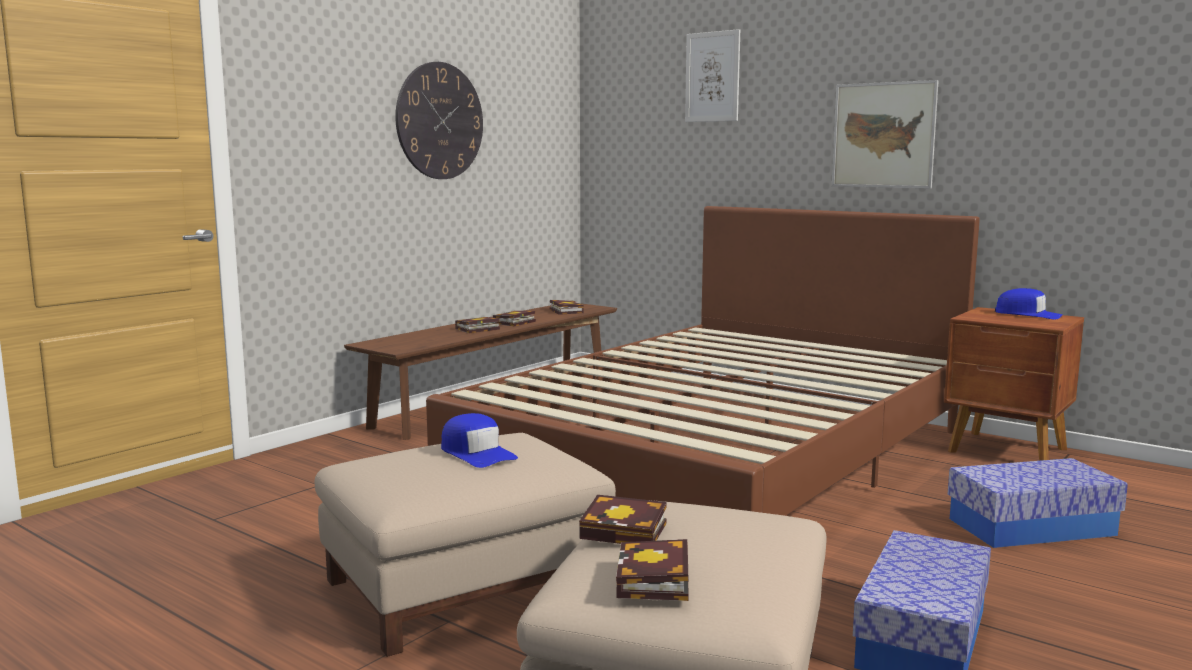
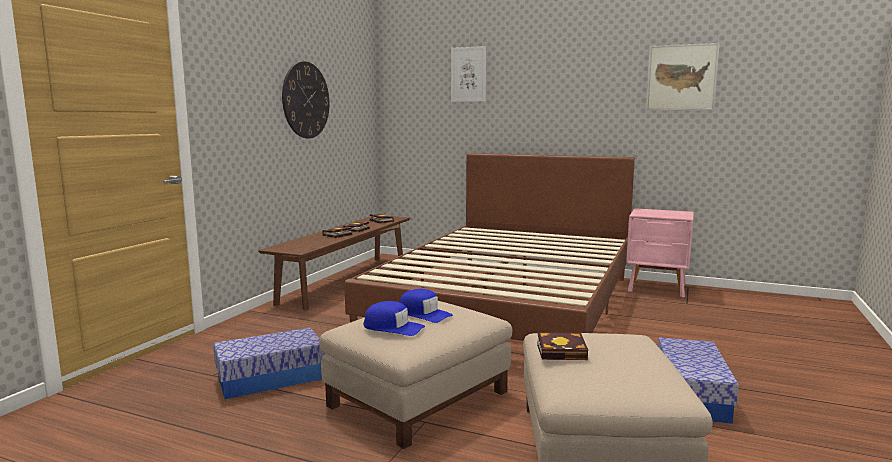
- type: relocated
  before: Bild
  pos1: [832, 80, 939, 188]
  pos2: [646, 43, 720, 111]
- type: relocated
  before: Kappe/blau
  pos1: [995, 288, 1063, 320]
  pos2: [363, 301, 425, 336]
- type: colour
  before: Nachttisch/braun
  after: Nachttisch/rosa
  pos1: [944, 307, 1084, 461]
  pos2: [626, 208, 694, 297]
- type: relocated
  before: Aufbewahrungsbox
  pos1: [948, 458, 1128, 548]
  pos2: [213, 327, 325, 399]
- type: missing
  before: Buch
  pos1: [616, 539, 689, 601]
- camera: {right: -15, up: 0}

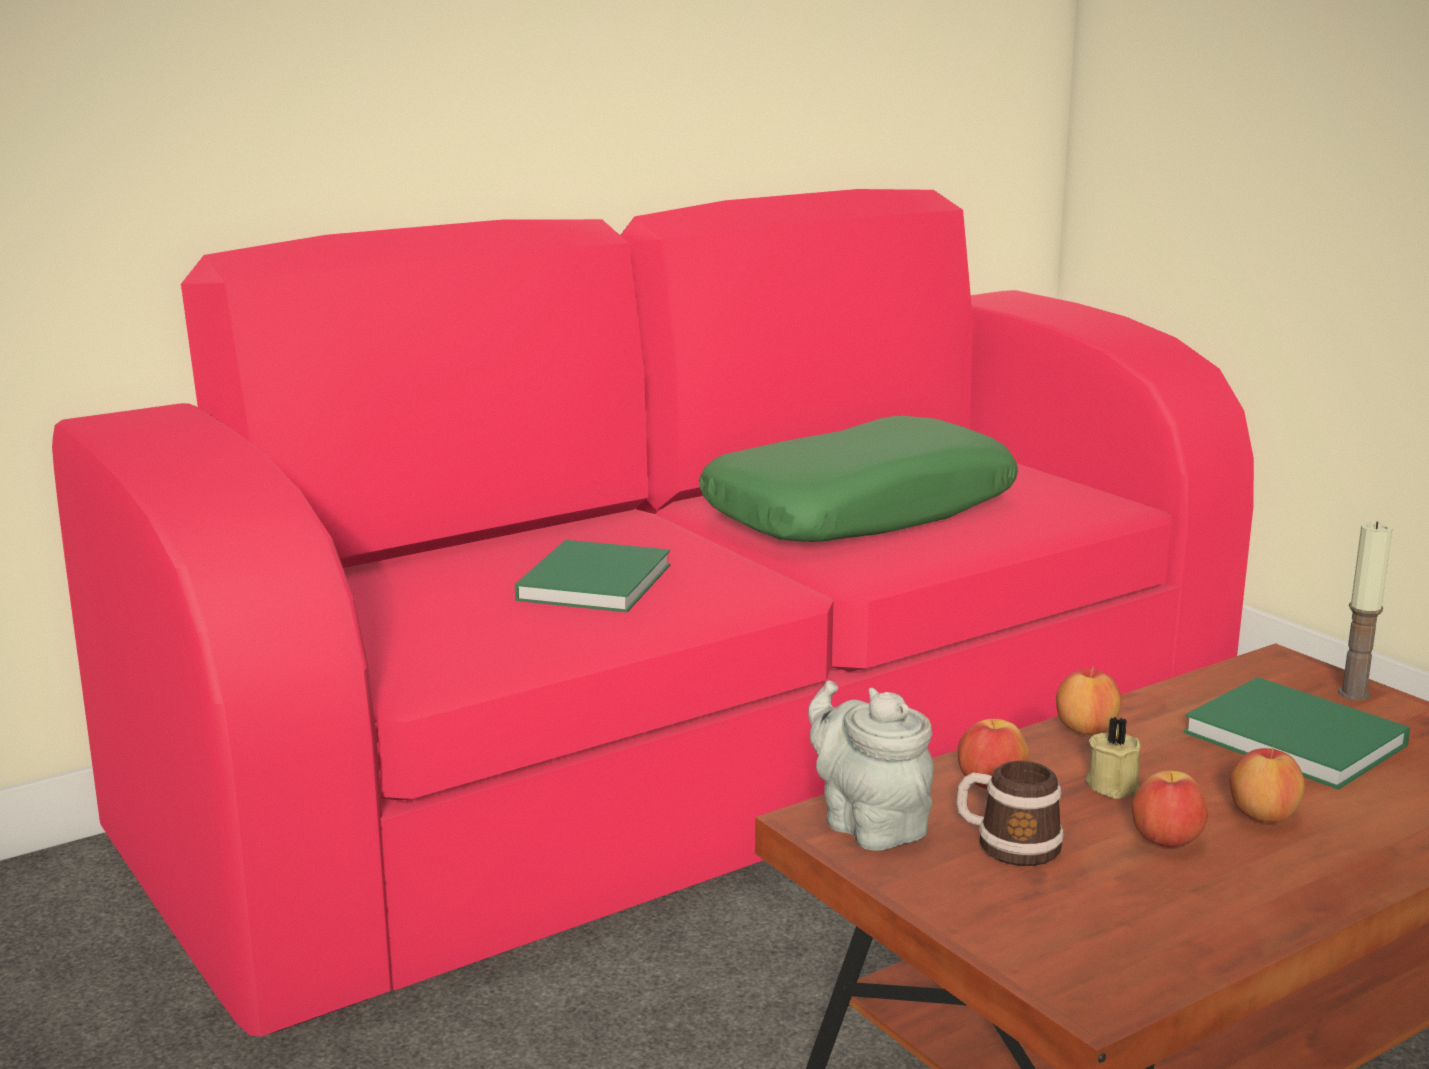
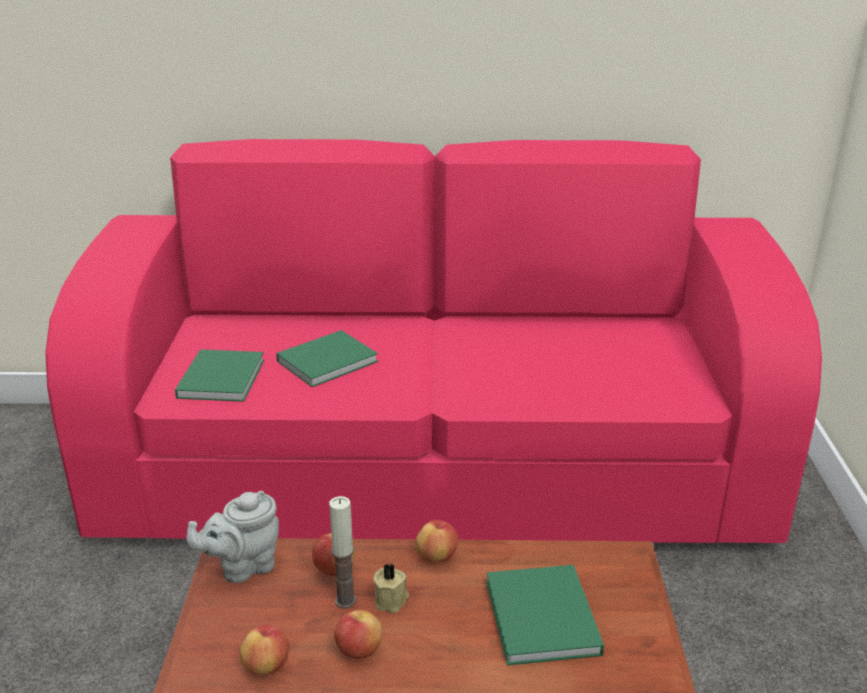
- type: missing
  before: Kissen/grün
  pos1: [699, 416, 1018, 542]
- type: relocated
  before: Kerze
  pos1: [1338, 521, 1392, 700]
  pos2: [329, 496, 357, 609]
- type: spun
  before: Teekanne/grau
  pos1: [808, 680, 934, 851]
  pos2: [186, 491, 279, 583]
  turn: -120
- type: relocated
  before: Apfel
  pos1: [1230, 746, 1305, 822]
  pos2: [240, 625, 290, 675]
- type: missing
  before: Henkelbecher
  pos1: [956, 761, 1064, 866]
- type: appeared
  after: Buch/grün
  pos2: [175, 349, 264, 402]
- camera: {right: 35, up: 10}

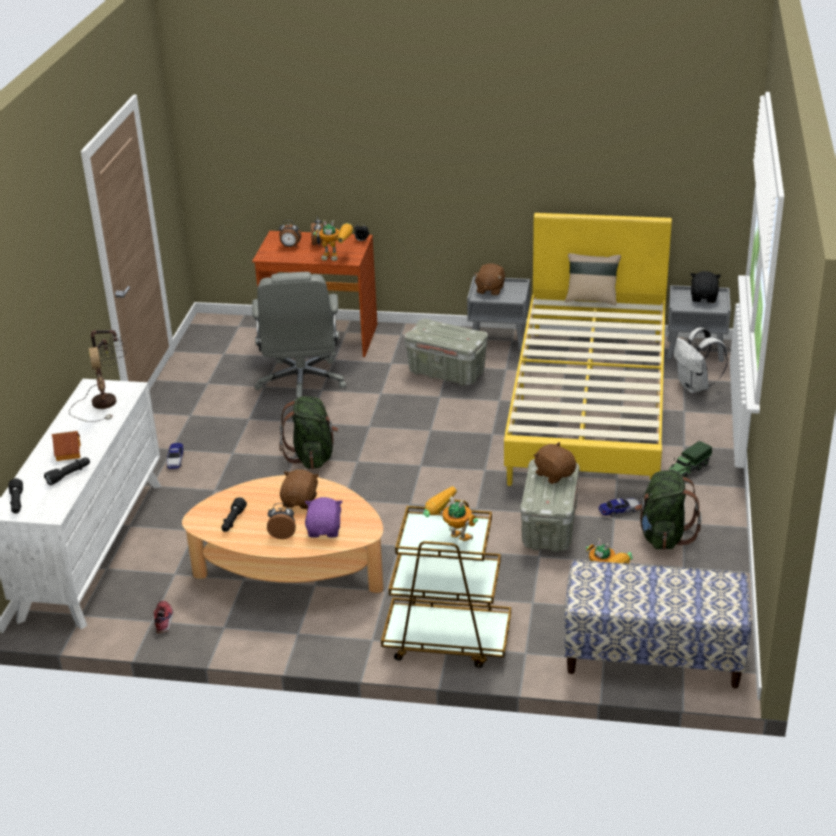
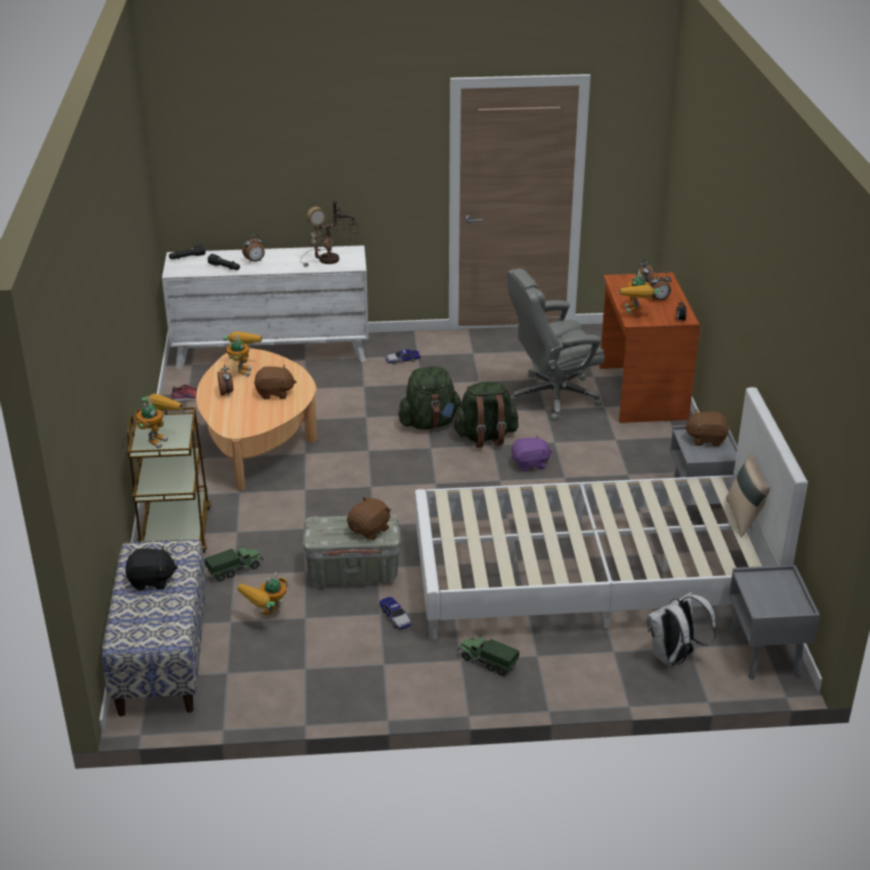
- type: colour
  before: Bett/gelb
  after: Bett/weiß
  pos1: [504, 213, 672, 486]
  pos2: [415, 387, 808, 639]
- type: relocated
  before: Plüschtier/schwarz
  pos1: [691, 271, 721, 303]
  pos2: [125, 545, 178, 590]
- type: missing
  before: Aufbewahrungsbox/grau
  pos1: [404, 319, 488, 386]
- type: exchanged
  before: Spielzeughaus
  after: Wecker
  pos1: [52, 431, 81, 461]
  pos2: [242, 234, 265, 262]
- type: relocated
  before: Rucksack/grün
  pos1: [635, 470, 702, 550]
  pos2: [452, 382, 518, 448]
- type: exchanged
  before: Taschenlampe/schwarz
  after: Spielzeugroboter
  pos1: [221, 497, 247, 532]
  pos2: [223, 331, 262, 377]
- type: relocated
  before: Plüschtier/lila
  pos1: [305, 497, 343, 538]
  pos2: [511, 435, 552, 471]
- type: appeared
  after: Spielzeuglaster
  pos2: [205, 547, 263, 582]
- camera: {right: 75, up: 0}

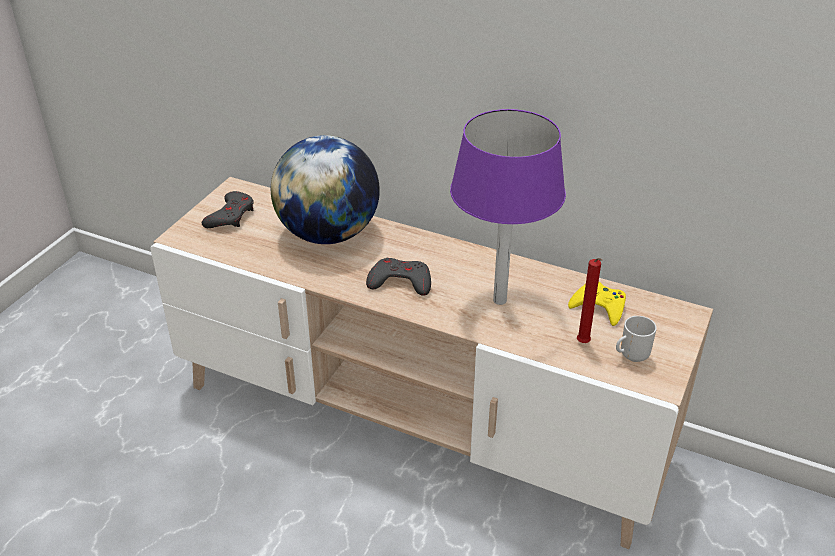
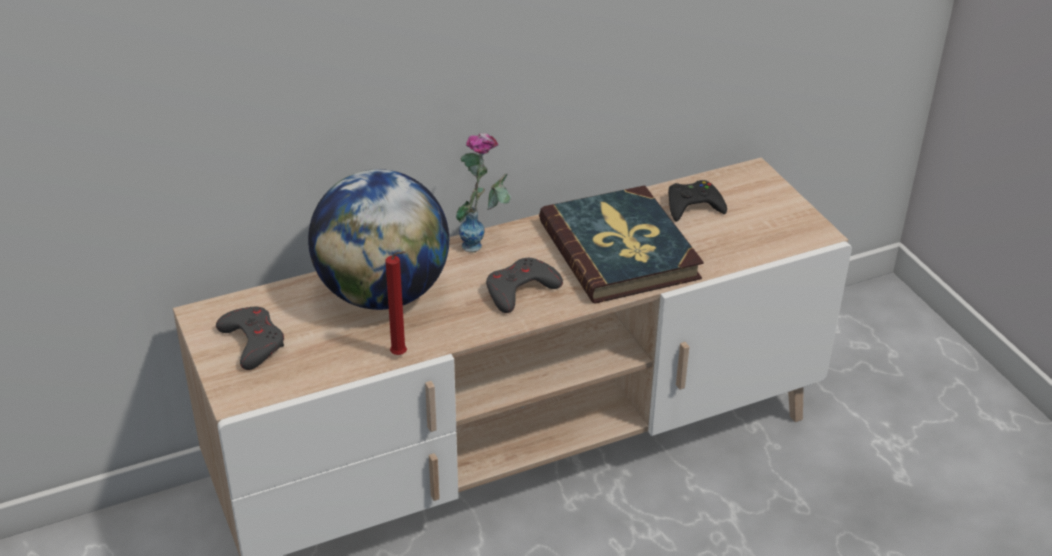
- type: exchanged
  before: Tischlampe/lila
  after: Buch
  pos1: [450, 109, 566, 305]
  pos2: [539, 185, 704, 304]
- type: relocated
  before: Kerze/rot
  pos1: [577, 258, 602, 343]
  pos2: [385, 251, 407, 355]
- type: colour
  before: Gamepad/gelb
  after: Gamepad/schwarz
  pos1: [568, 282, 626, 326]
  pos2: [668, 180, 727, 222]
- type: missing
  before: Henkelbecher
  pos1: [616, 316, 657, 362]
- type: appeared
  after: Vase
  pos2: [456, 133, 511, 252]
- camera: {right: -50, up: 0}

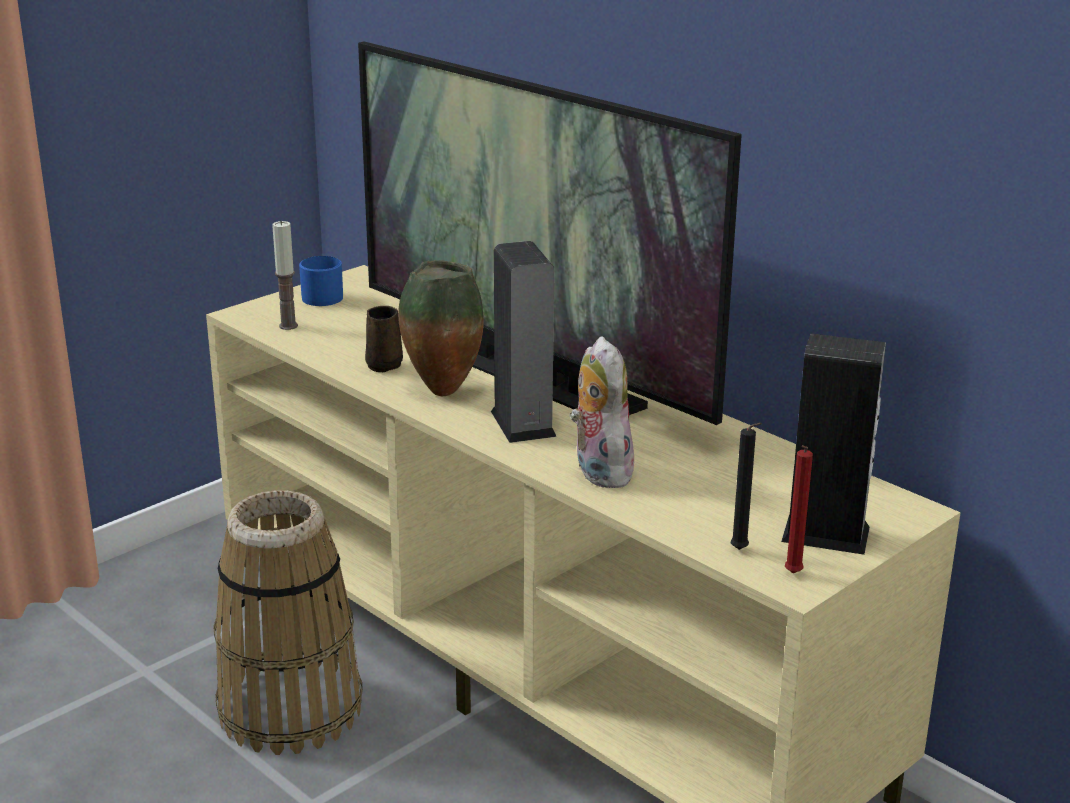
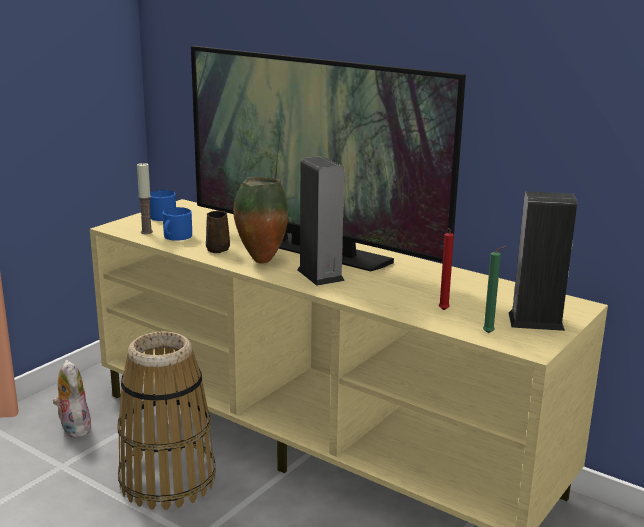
- type: relocated
  before: Plüschtier
  pos1: [570, 336, 637, 488]
  pos2: [53, 360, 93, 438]
- type: colour
  before: Kerze/schwarz
  after: Kerze/grün
  pos1: [731, 423, 762, 550]
  pos2: [483, 246, 506, 333]
- type: relocated
  before: Kerze/rot
  pos1: [785, 445, 813, 573]
  pos2: [439, 228, 454, 310]
- type: appeared
  after: Henkelbecher/blau
  pos2: [163, 207, 192, 241]
- camera: {right: -10, up: -5}

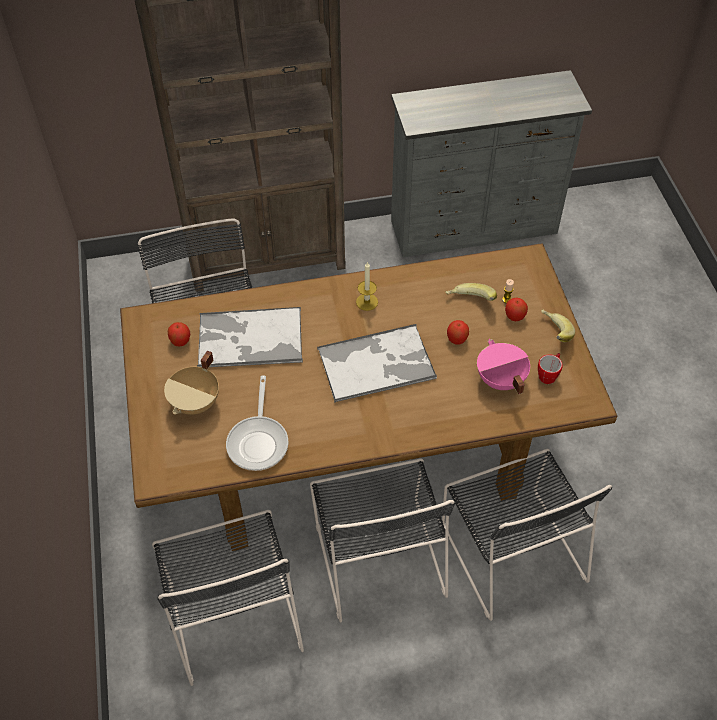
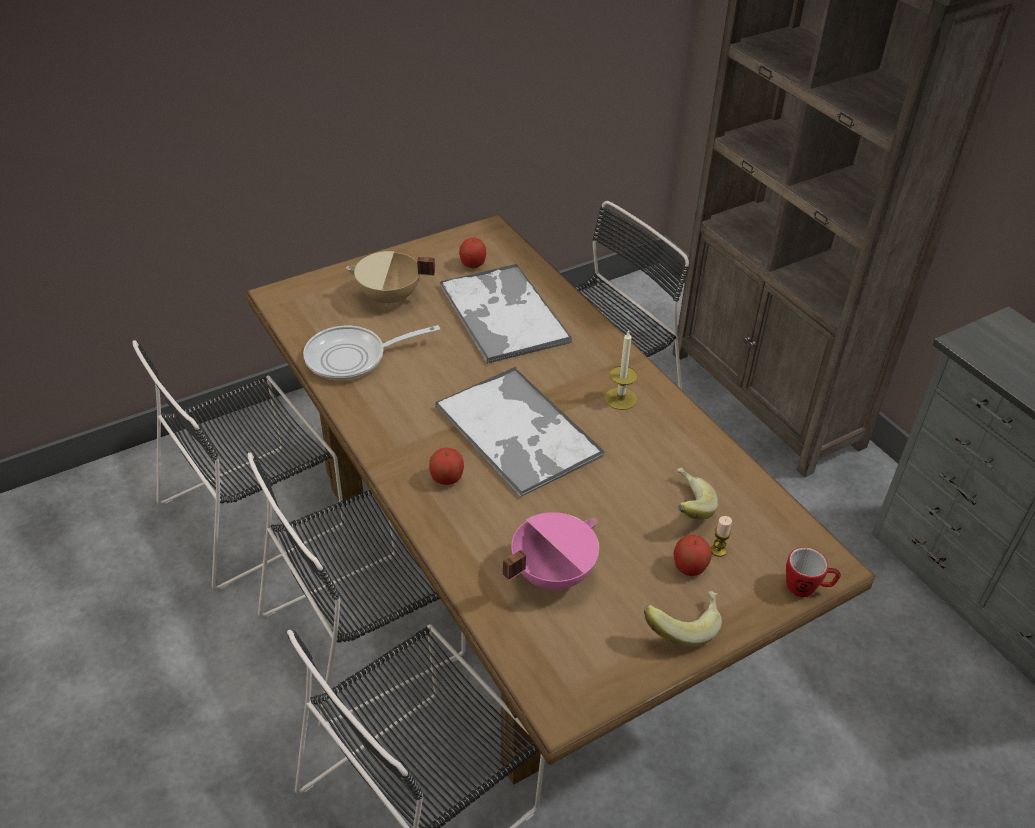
- type: relocated
  before: Apfel
  pos1: [447, 320, 469, 345]
  pos2: [429, 448, 464, 485]
- type: relocated
  before: Henkelbecher
  pos1: [538, 353, 563, 384]
  pos2: [786, 547, 841, 597]
- camera: {right: 70, up: -10}

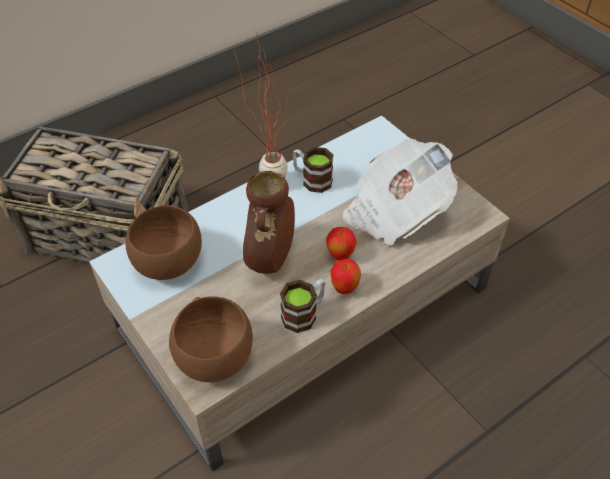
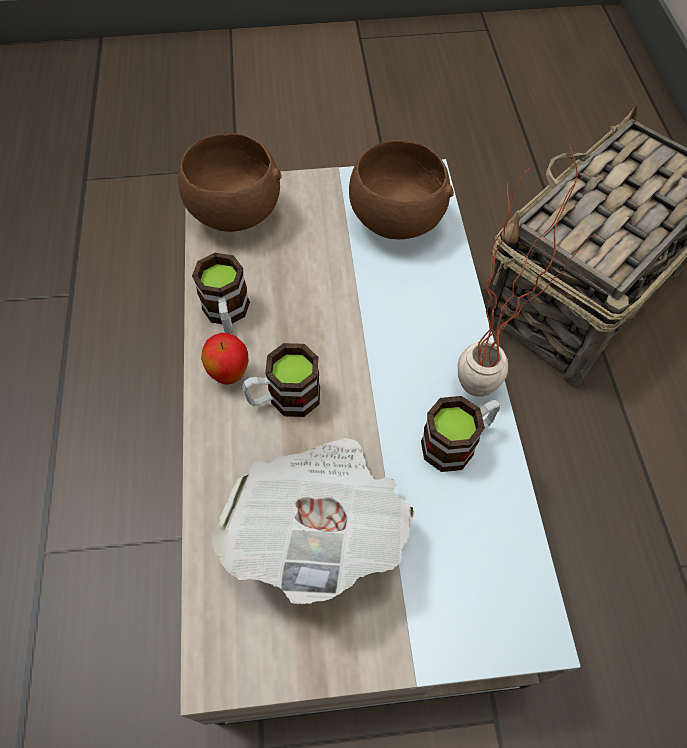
- type: missing
  before: Vase/braun
  pos1: [243, 171, 295, 274]
- type: exchanged
  before: Apfel
  after: Henkelbecher
  pos1: [326, 227, 357, 261]
  pos2: [242, 343, 320, 417]
- camera: {right: 120, up: 10}

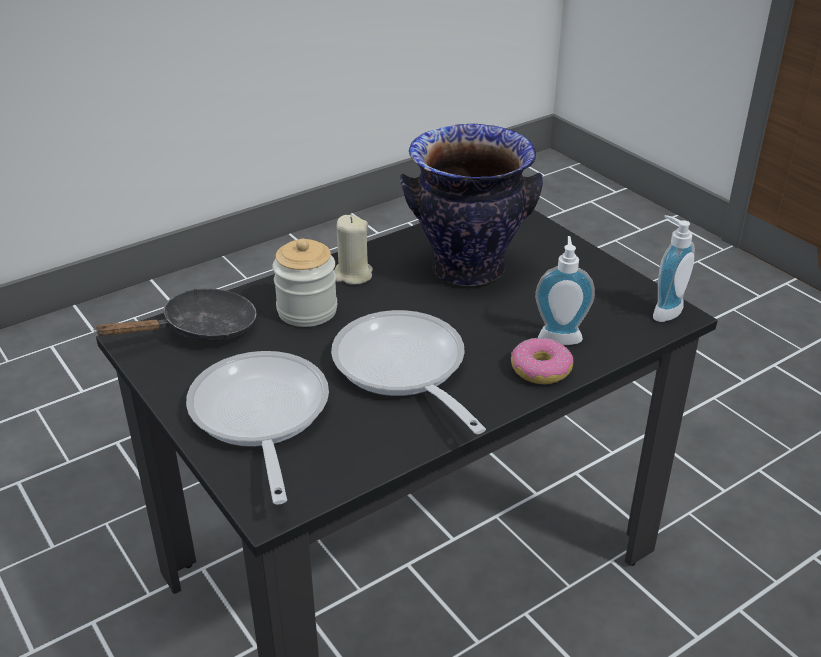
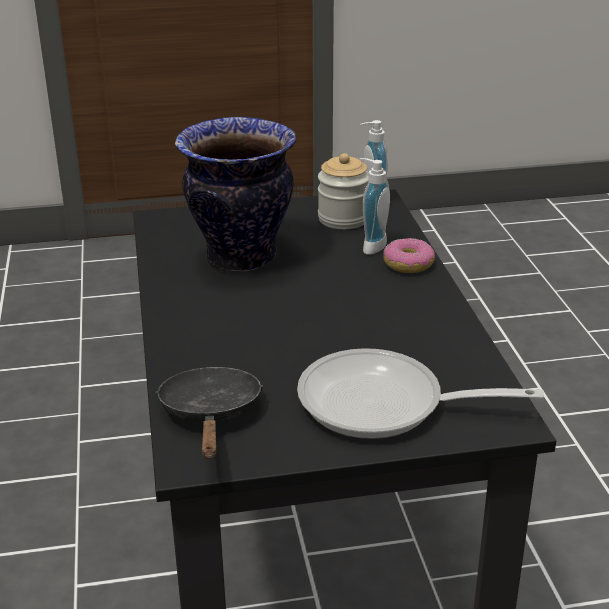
- type: missing
  before: Kerze/beige
  pos1: [334, 215, 373, 285]
- type: relocated
  before: Vorratsglas
  pos1: [272, 239, 337, 327]
  pos2: [318, 153, 369, 229]
- type: missing
  before: Pfanne
  pos1: [331, 310, 486, 434]
- camera: {right: -65, up: -5}

